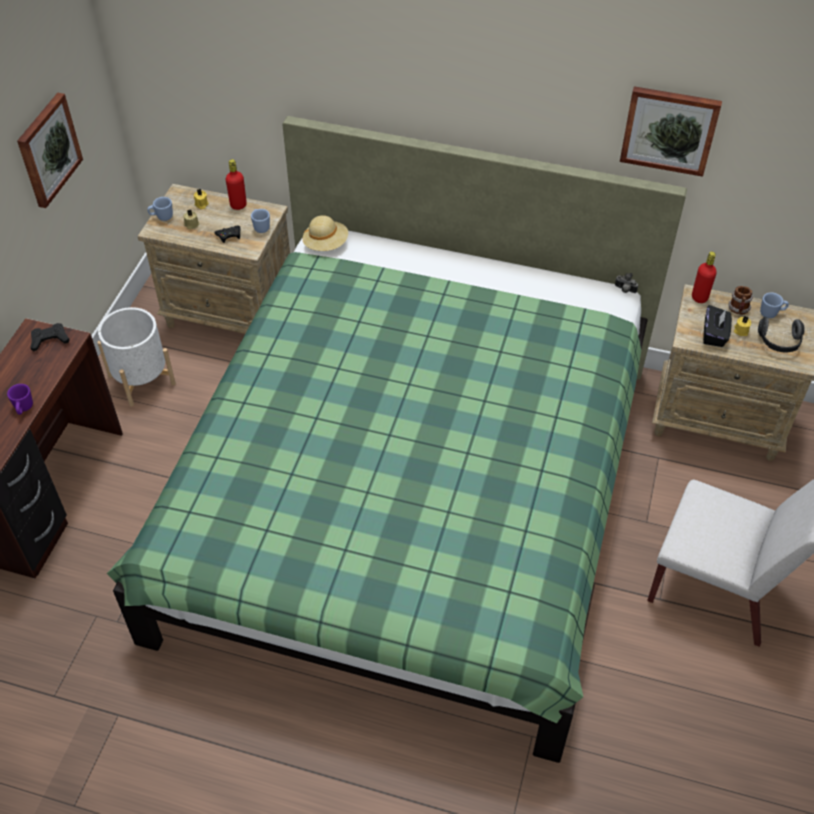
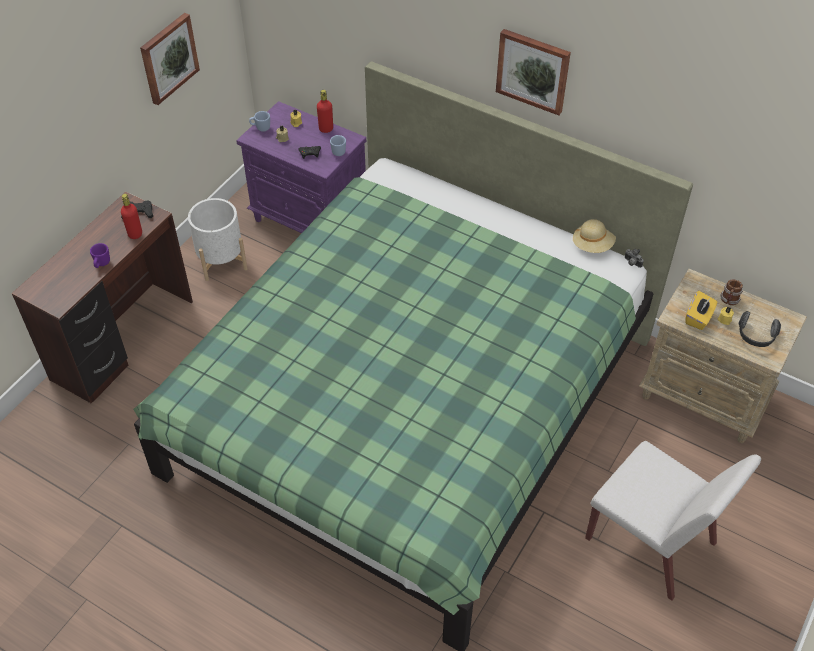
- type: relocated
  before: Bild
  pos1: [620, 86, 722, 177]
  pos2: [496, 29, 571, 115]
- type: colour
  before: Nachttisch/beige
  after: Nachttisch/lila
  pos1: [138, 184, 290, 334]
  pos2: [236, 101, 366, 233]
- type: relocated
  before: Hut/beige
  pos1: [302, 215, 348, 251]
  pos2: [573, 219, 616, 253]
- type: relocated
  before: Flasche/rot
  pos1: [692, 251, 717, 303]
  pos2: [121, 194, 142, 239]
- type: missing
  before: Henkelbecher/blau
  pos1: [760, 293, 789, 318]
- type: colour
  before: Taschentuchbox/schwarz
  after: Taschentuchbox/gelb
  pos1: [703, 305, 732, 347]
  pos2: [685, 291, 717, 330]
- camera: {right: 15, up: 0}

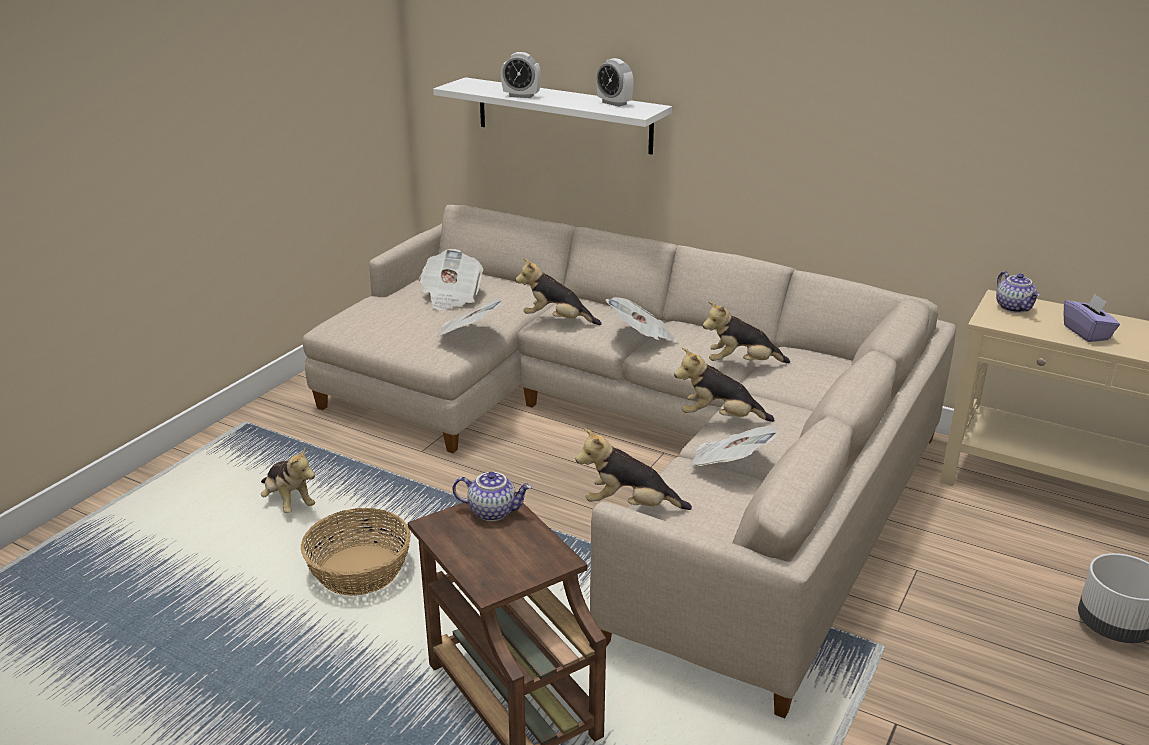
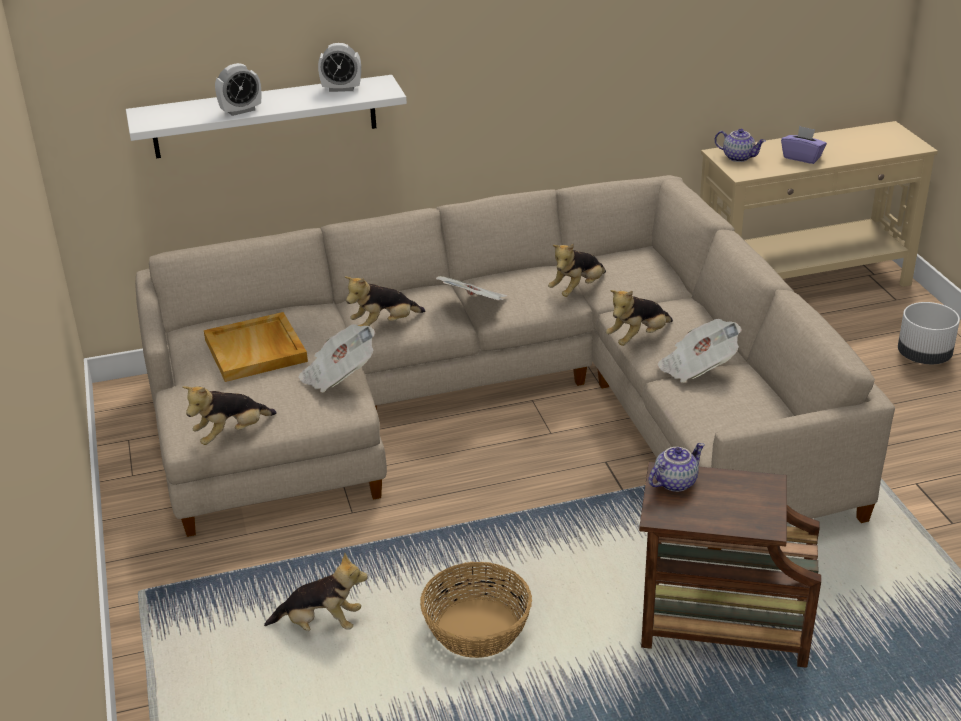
- type: exchanged
  before: Zeitung
  after: Tablett/beige
  pos1: [419, 249, 483, 310]
  pos2: [204, 312, 308, 382]
- type: relocated
  before: Plüschtier
  pos1: [575, 428, 692, 510]
  pos2: [182, 386, 277, 445]
- camera: {right: -45, up: 5}

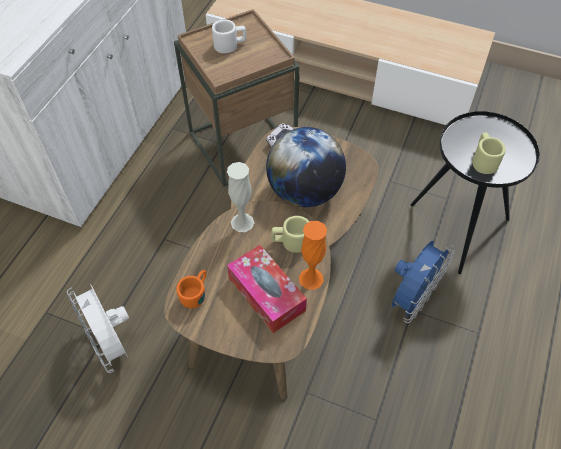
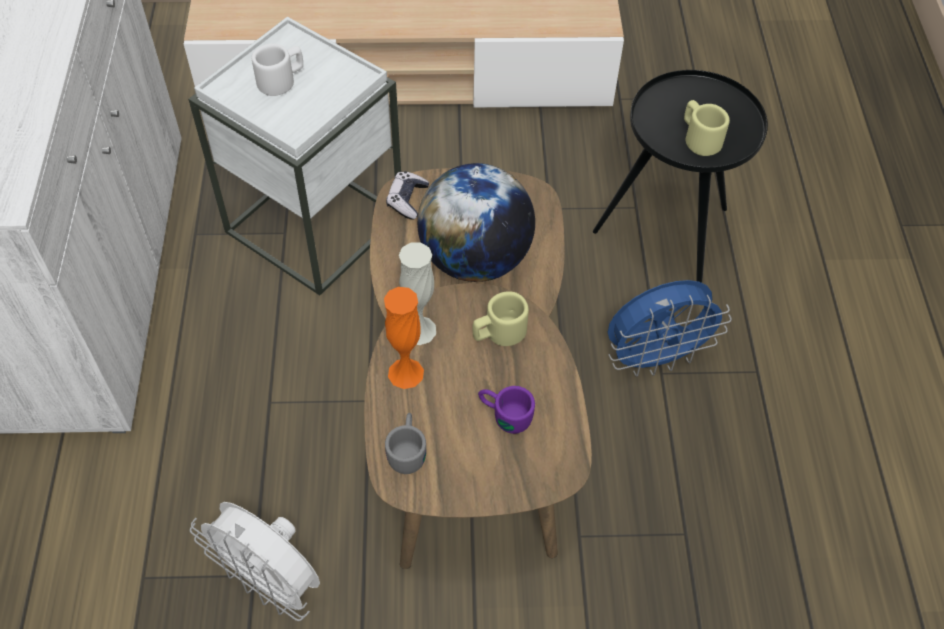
- type: colour
  before: Beistelltisch/braun
  after: Beistelltisch/weiß
  pos1: [174, 9, 300, 187]
  pos2: [188, 17, 401, 296]
- type: relocated
  before: Vase/orange
  pos1: [299, 221, 327, 290]
  pos2: [384, 287, 424, 389]
- type: spun
  before: Ventilator/blau
  pos1: [392, 241, 455, 323]
  pos2: [608, 280, 732, 377]
  turn: 60
- type: exchanged
  before: Taschentuchbox
  after: Henkelbecher/lila
  pos1: [227, 245, 307, 333]
  pos2: [478, 386, 535, 434]
- type: colour
  before: Henkelbecher/orange
  after: Henkelbecher/grau
  pos1: [176, 270, 207, 308]
  pos2: [385, 413, 426, 474]
- camera: {right: -25, up: 0}

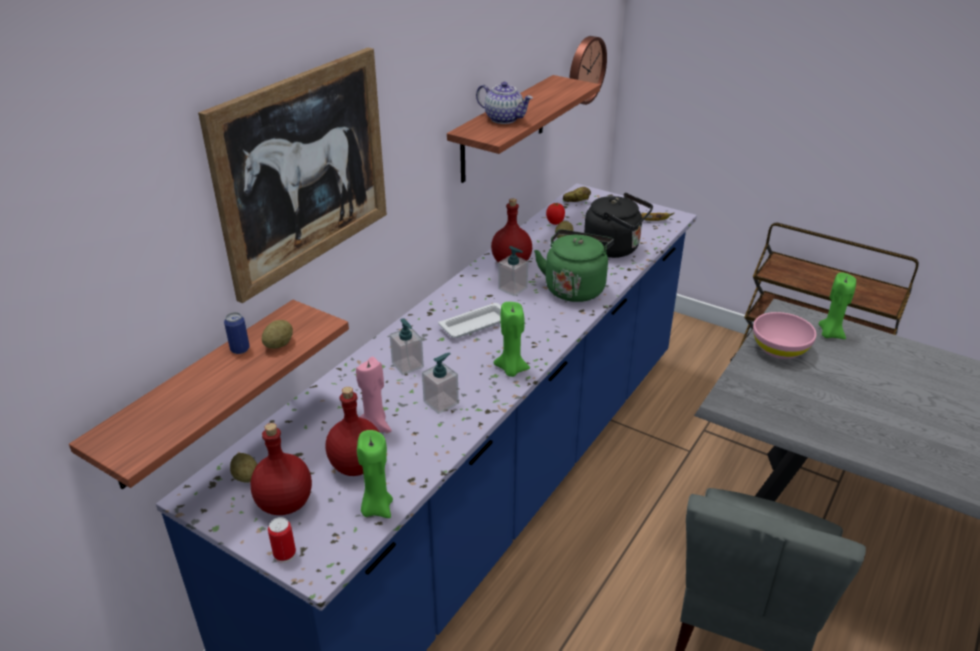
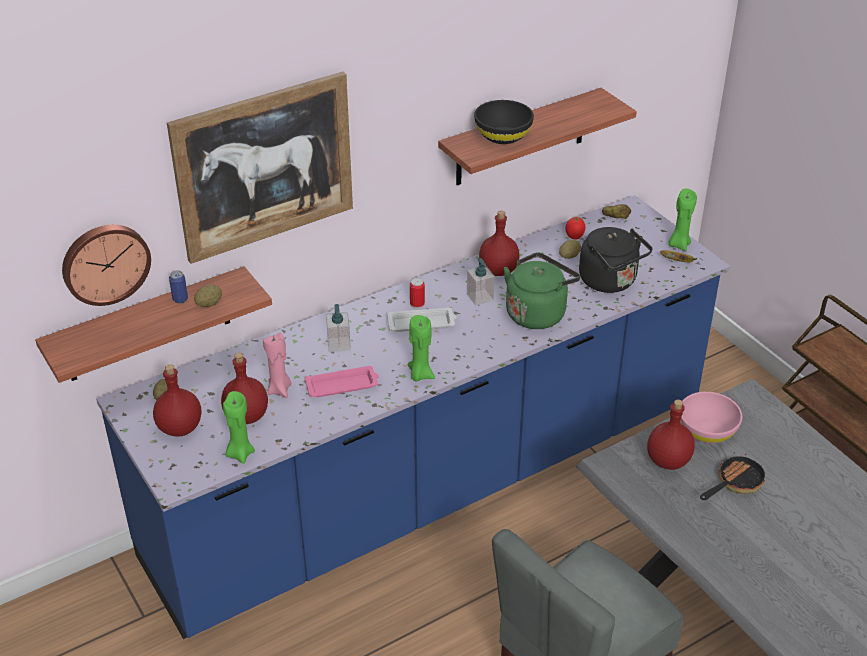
- type: relocated
  before: Wanduhr
  pos1: [569, 36, 607, 105]
  pos2: [62, 225, 151, 306]
- type: exchanged
  before: Teekanne
  after: Schüssel/schwarz
  pos1: [476, 82, 533, 124]
  pos2: [474, 100, 534, 144]
- type: relocated
  before: Kerze/grün
  pos1: [819, 272, 856, 339]
  pos2: [668, 188, 697, 251]
- type: exchanged
  before: Seifenspender
  after: Tablett/rosa
  pos1: [422, 353, 459, 414]
  pos2: [304, 366, 379, 397]
- type: relocated
  before: Dose
  pos1: [268, 517, 296, 563]
  pos2: [410, 278, 425, 309]
- type: appeared
  after: Flasche/rot
  pos2: [647, 400, 695, 470]
- type: appeared
  after: Pfanne
  pos2: [700, 453, 766, 500]
- camera: {right: 25, up: 5}

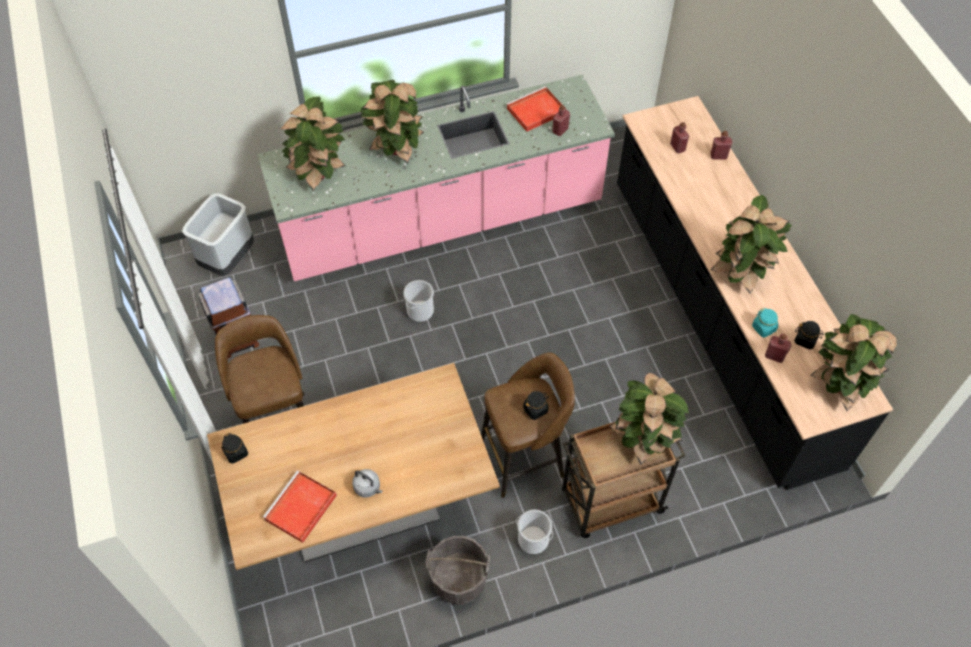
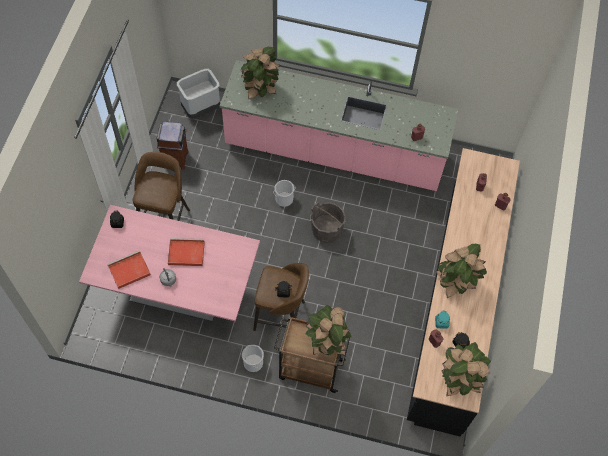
- type: missing
  before: Topfpflanze
  pos1: [360, 80, 424, 163]
- type: relocated
  before: Tablett/rot
  pos1: [506, 86, 562, 132]
  pos2: [168, 238, 205, 266]
- type: colour
  before: Esstisch/braun
  after: Esstisch/rosa
  pos1: [207, 363, 500, 570]
  pos2: [79, 205, 260, 322]
- type: relocated
  before: Eimer/grau
  pos1: [425, 536, 490, 605]
  pos2: [311, 202, 346, 243]
- camera: {right: 30, up: 5}

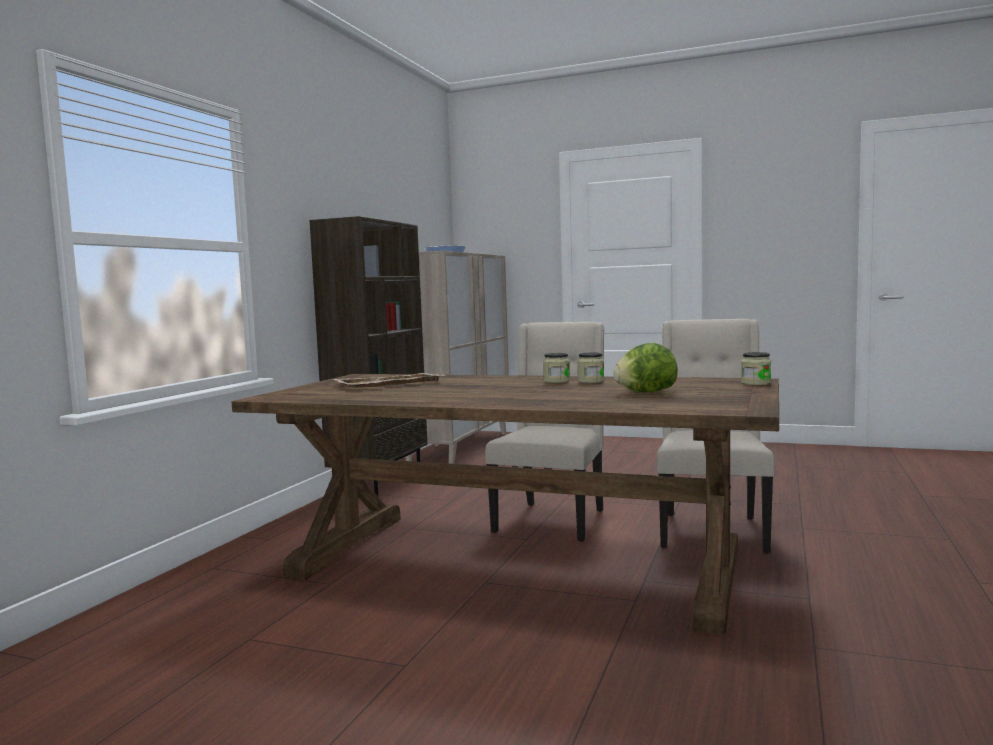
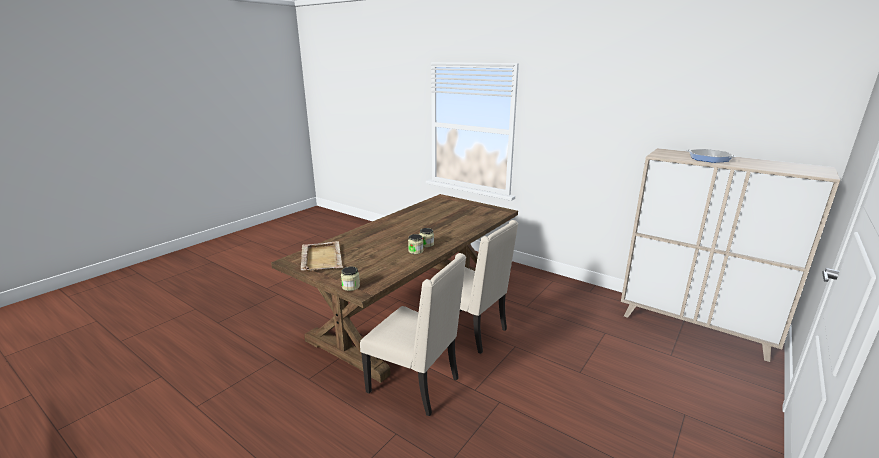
- type: missing
  before: Bücherregal/braun
  pos1: [310, 216, 428, 496]
- type: missing
  before: Salatkopf
  pos1: [613, 343, 678, 392]
- type: relocated
  before: Tablett/beige
  pos1: [333, 373, 446, 388]
  pos2: [301, 241, 343, 272]
- camera: {right: 105, up: 15}

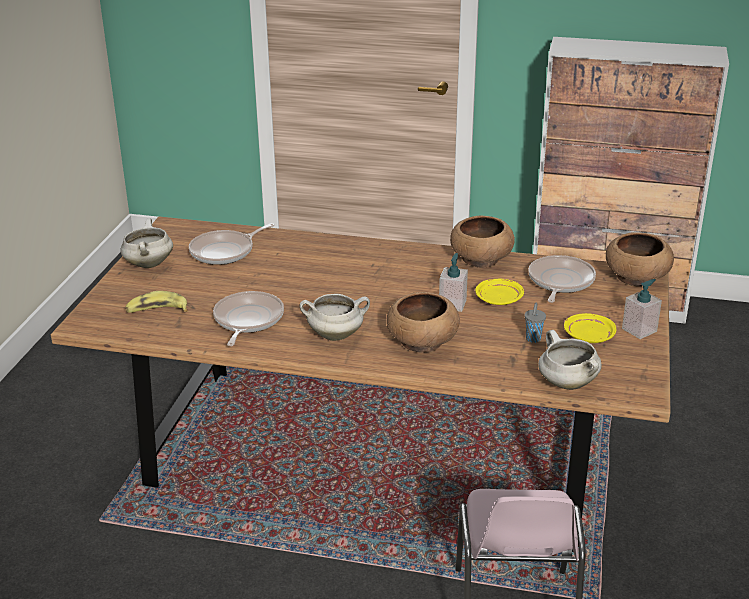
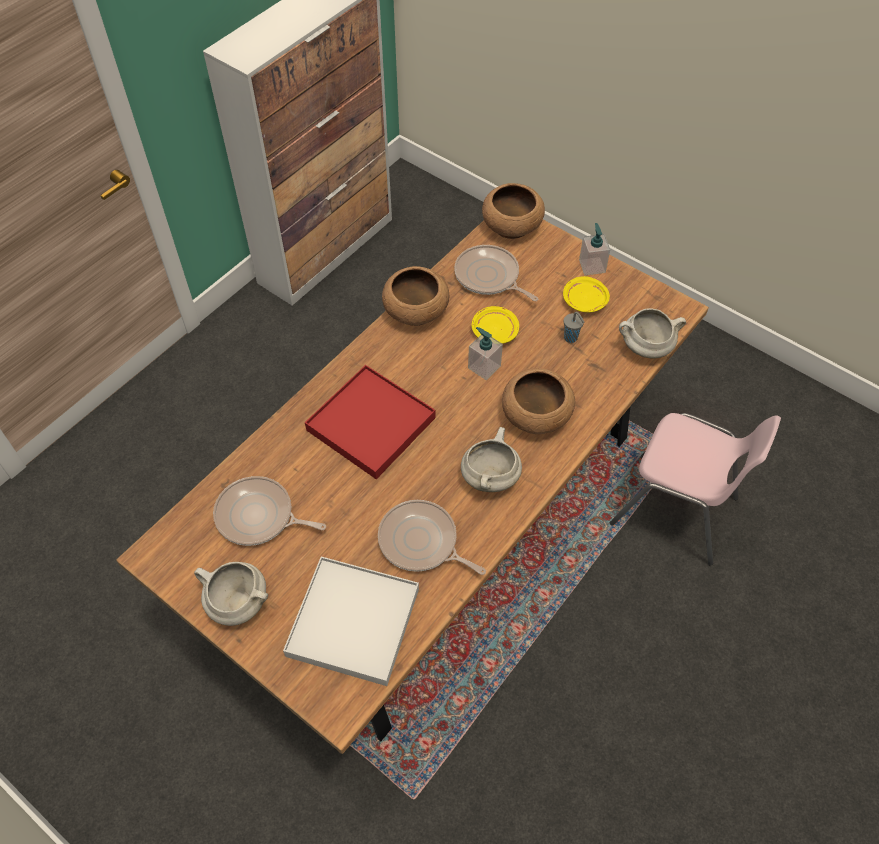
- type: spun
  before: Pfanne
  pos1: [189, 223, 274, 265]
  pos2: [213, 476, 326, 546]
  turn: 120
- type: exchanged
  before: Banane
  after: Tablett/weiß
  pos1: [125, 291, 188, 313]
  pos2: [283, 556, 419, 686]
- type: appeared
  after: Tablett/rot
  pos2: [305, 365, 435, 479]
- camera: {right: -65, up: 25}

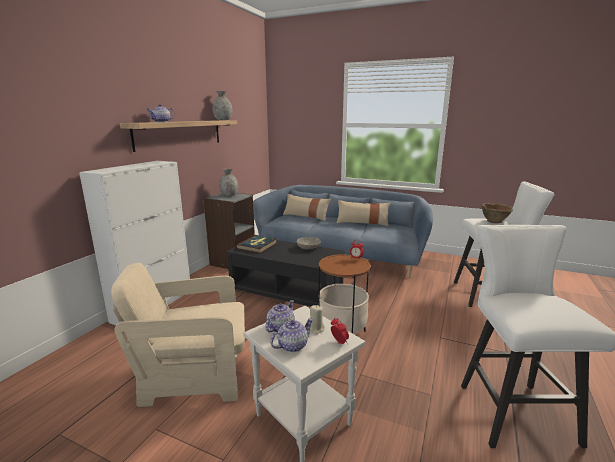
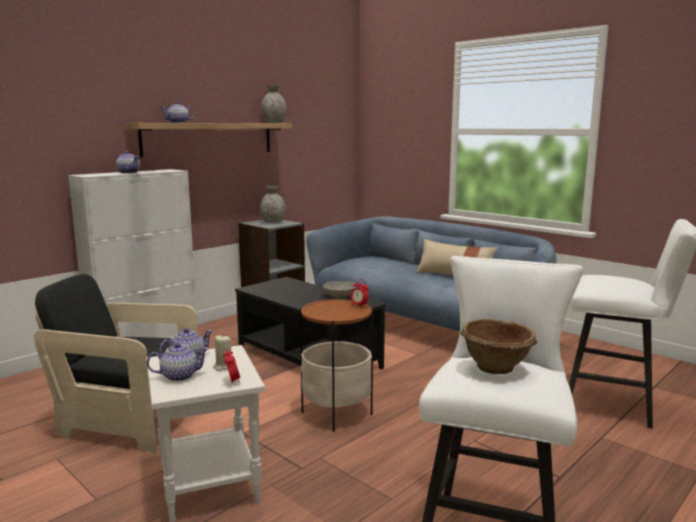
- type: missing
  before: Kissen/beige
  pos1: [283, 194, 331, 221]
- type: relocated
  before: Schüssel/braun
  pos1: [481, 203, 513, 223]
  pos2: [461, 319, 538, 374]
- type: missing
  before: Buch
  pos1: [236, 235, 278, 253]
- type: colour
  before: Sessel/beige
  after: Sessel/schwarz
  pos1: [111, 263, 245, 407]
  pos2: [34, 274, 198, 452]
- type: appeared
  after: Teekanne
  pos2: [116, 151, 140, 174]
- camera: {right: 20, up: -5}

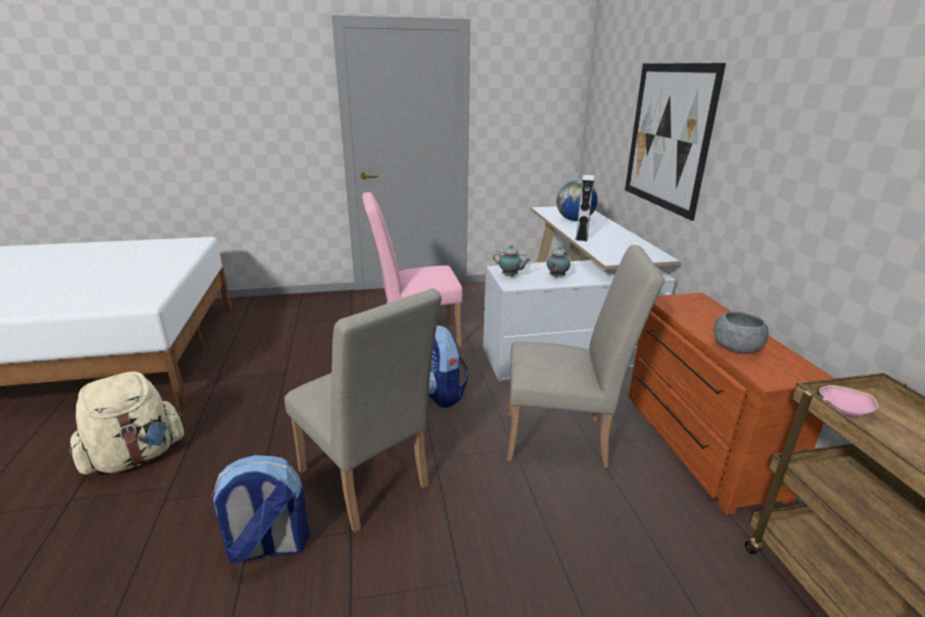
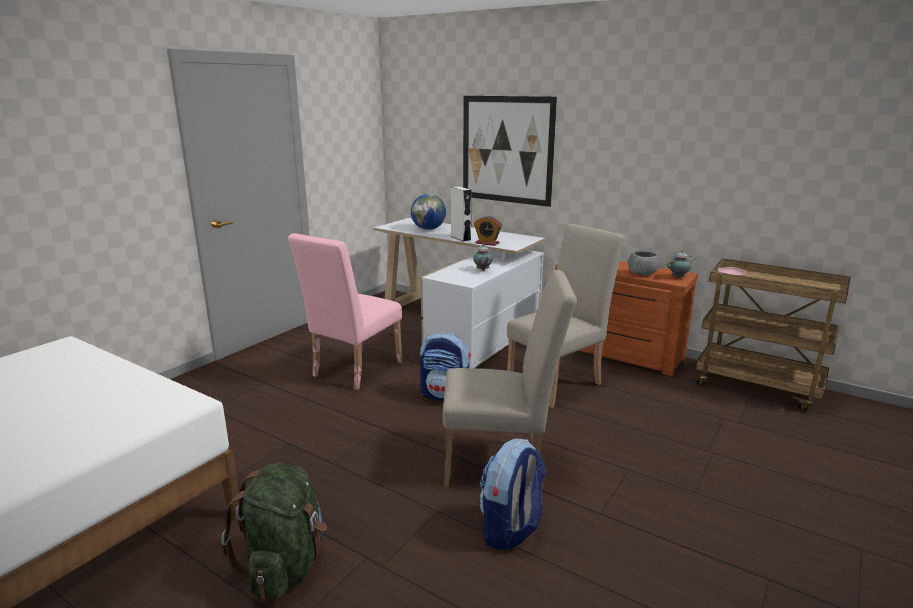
- type: relocated
  before: Teekanne
  pos1: [493, 245, 530, 276]
  pos2: [667, 250, 695, 278]
- type: colour
  before: Rucksack/beige
  after: Rucksack/grün
  pos1: [69, 371, 184, 475]
  pos2: [221, 463, 327, 600]
- type: appeared
  after: Wecker
  pos2: [474, 216, 502, 246]
- camera: {right: -45, up: -5}

